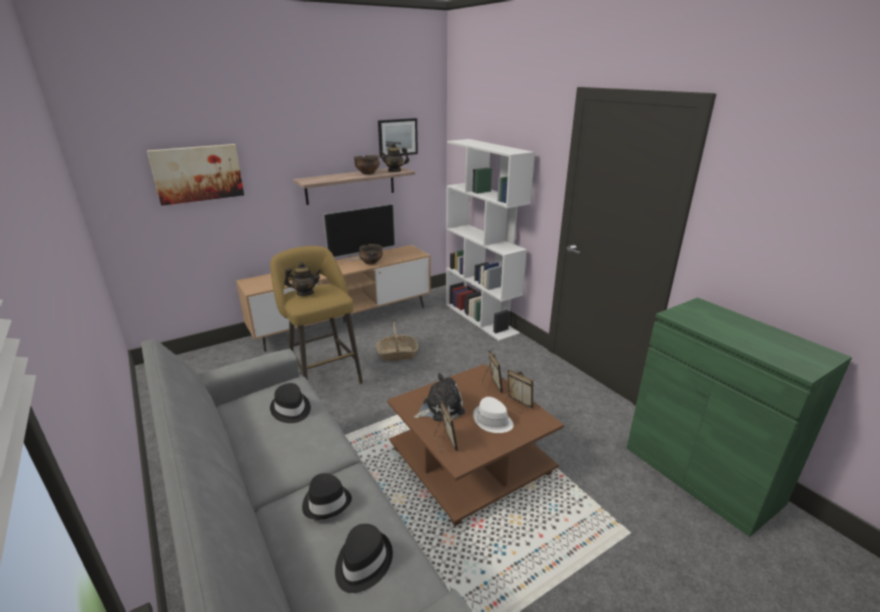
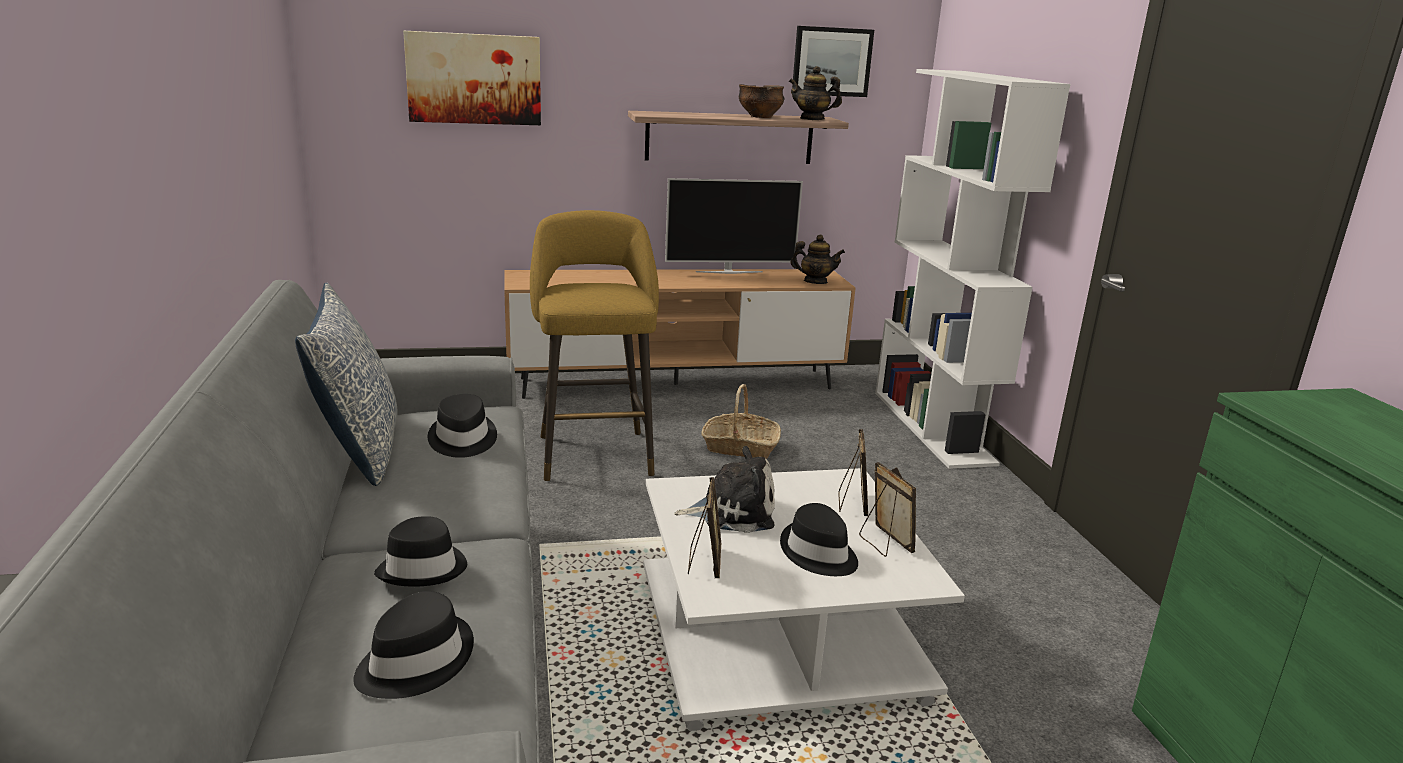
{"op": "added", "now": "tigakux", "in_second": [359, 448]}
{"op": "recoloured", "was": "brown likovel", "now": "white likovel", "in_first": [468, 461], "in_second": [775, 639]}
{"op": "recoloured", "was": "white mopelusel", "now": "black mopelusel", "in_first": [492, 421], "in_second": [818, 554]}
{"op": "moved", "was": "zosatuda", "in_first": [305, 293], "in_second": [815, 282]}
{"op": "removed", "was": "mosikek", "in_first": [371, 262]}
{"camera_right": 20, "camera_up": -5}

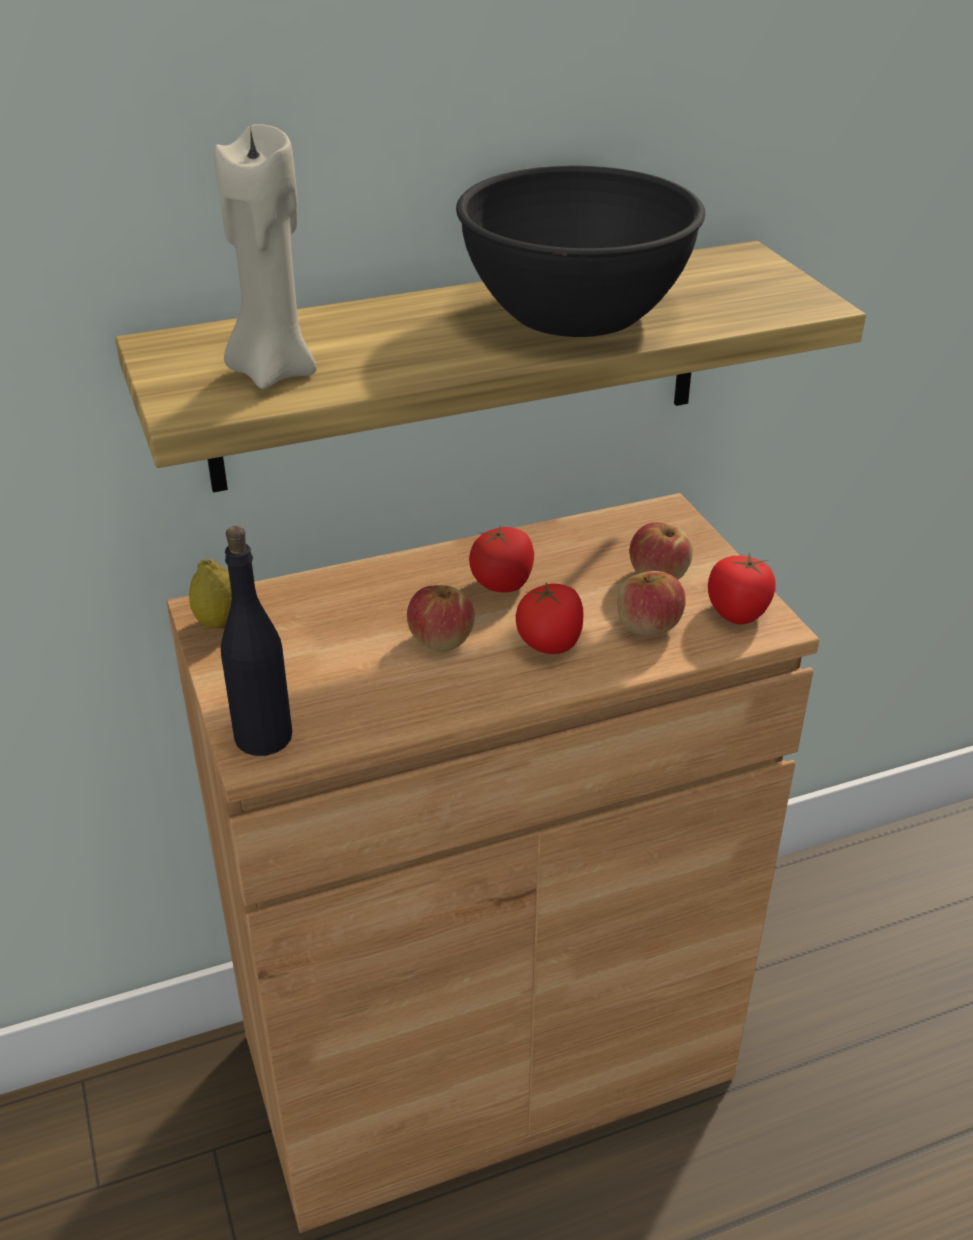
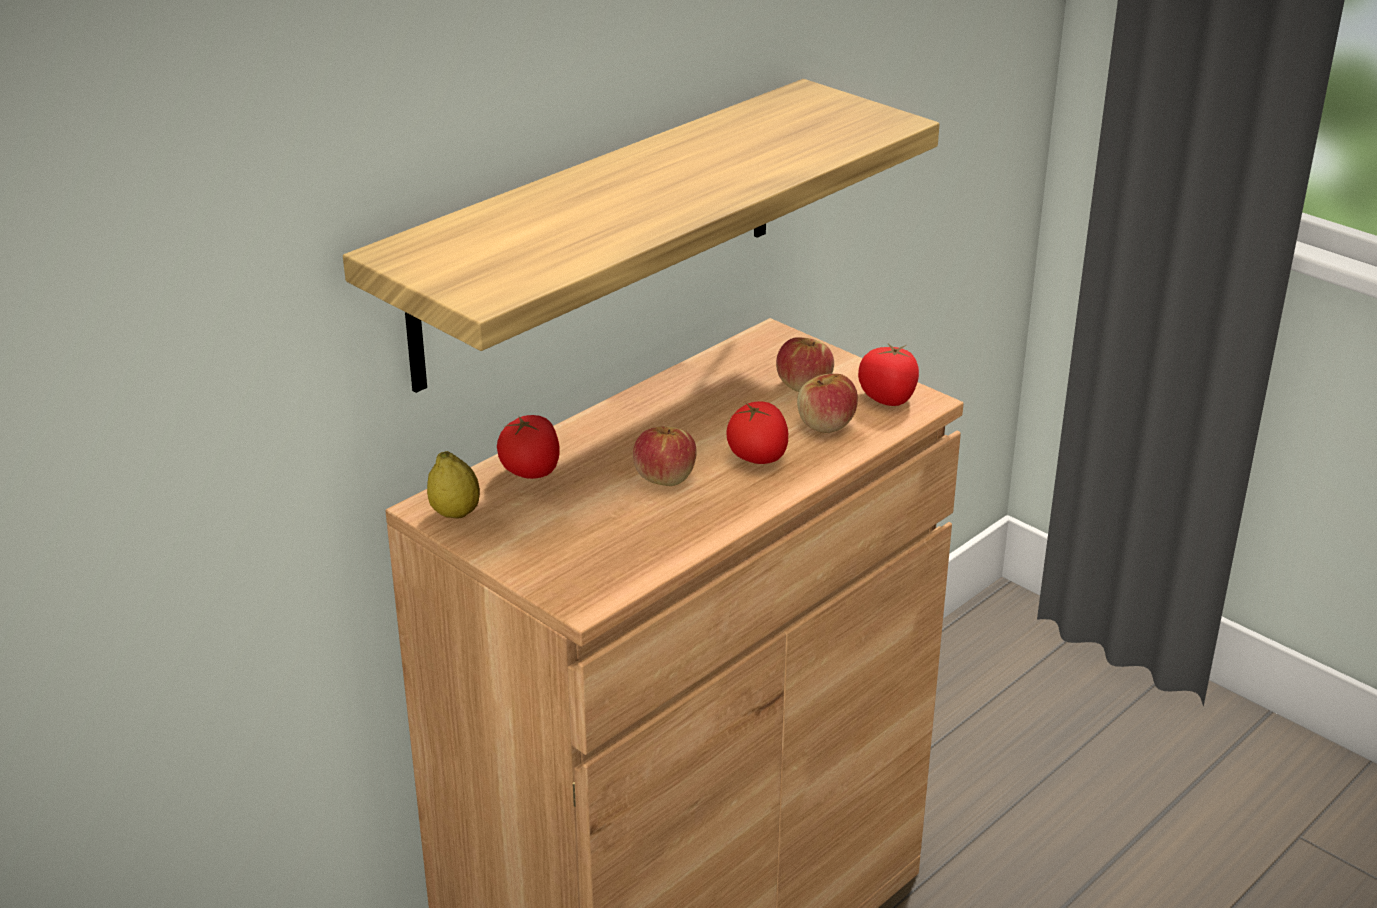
{"op": "moved", "was": "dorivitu", "in_first": [502, 583], "in_second": [531, 471]}
{"op": "removed", "was": "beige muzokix", "in_first": [273, 371]}
{"op": "removed", "was": "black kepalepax", "in_first": [263, 736]}
{"op": "removed", "was": "black mosikek", "in_first": [576, 311]}
{"camera_right": -25, "camera_up": -5}

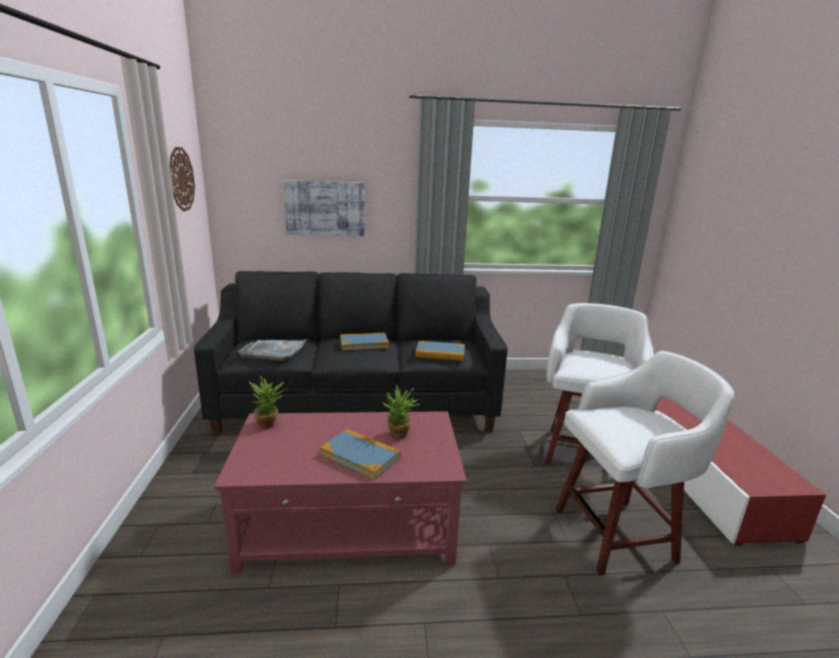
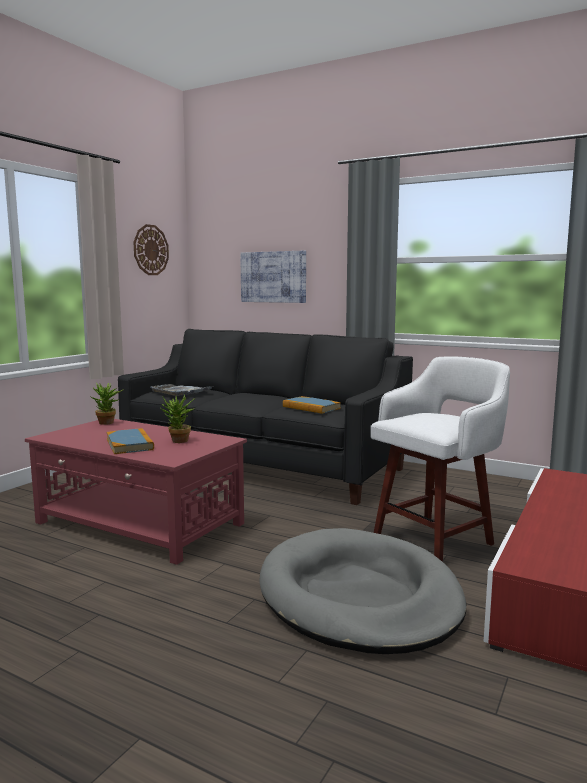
{"op": "replaced", "was": "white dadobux", "now": "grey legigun", "in_first": [617, 534], "in_second": [359, 596]}
{"op": "removed", "was": "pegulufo", "in_first": [364, 343]}
{"camera_right": 35, "camera_up": -10}

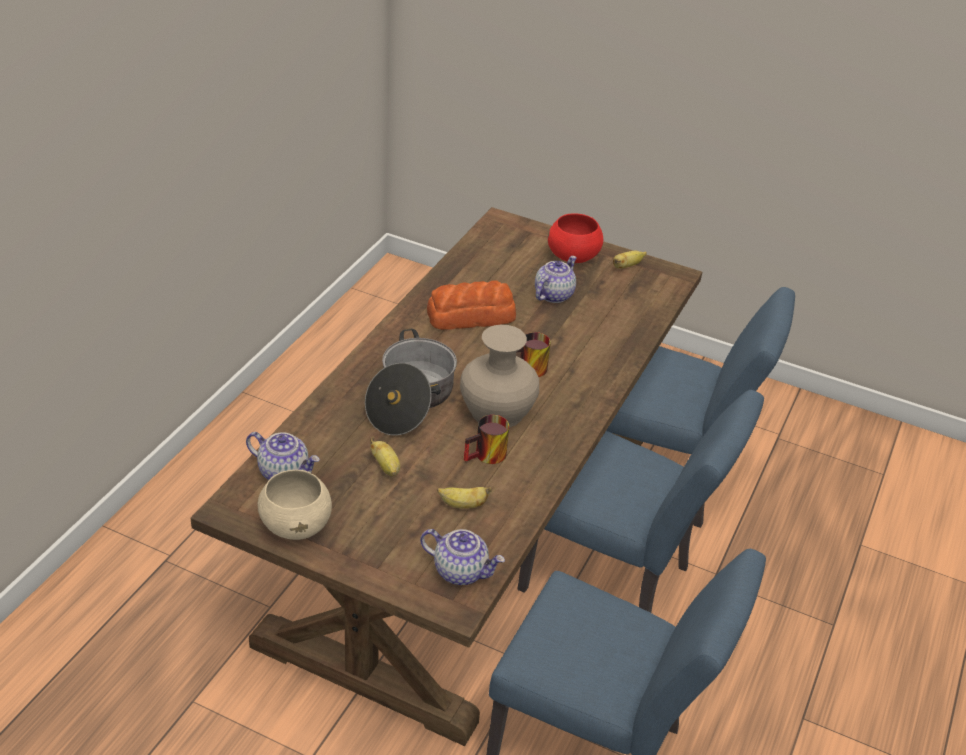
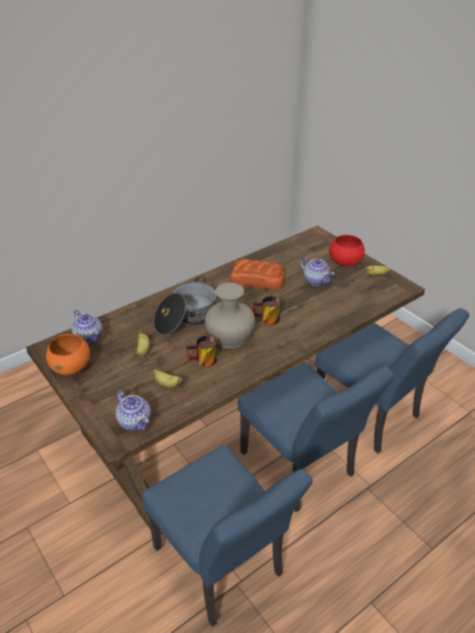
{"op": "recoloured", "was": "beige mosikek", "now": "orange mosikek", "in_first": [296, 525], "in_second": [71, 367]}
{"op": "turned", "was": "zosatuda", "in_first": [553, 294], "in_second": [316, 280], "clockwise": 75}
{"camera_right": 30, "camera_up": 0}

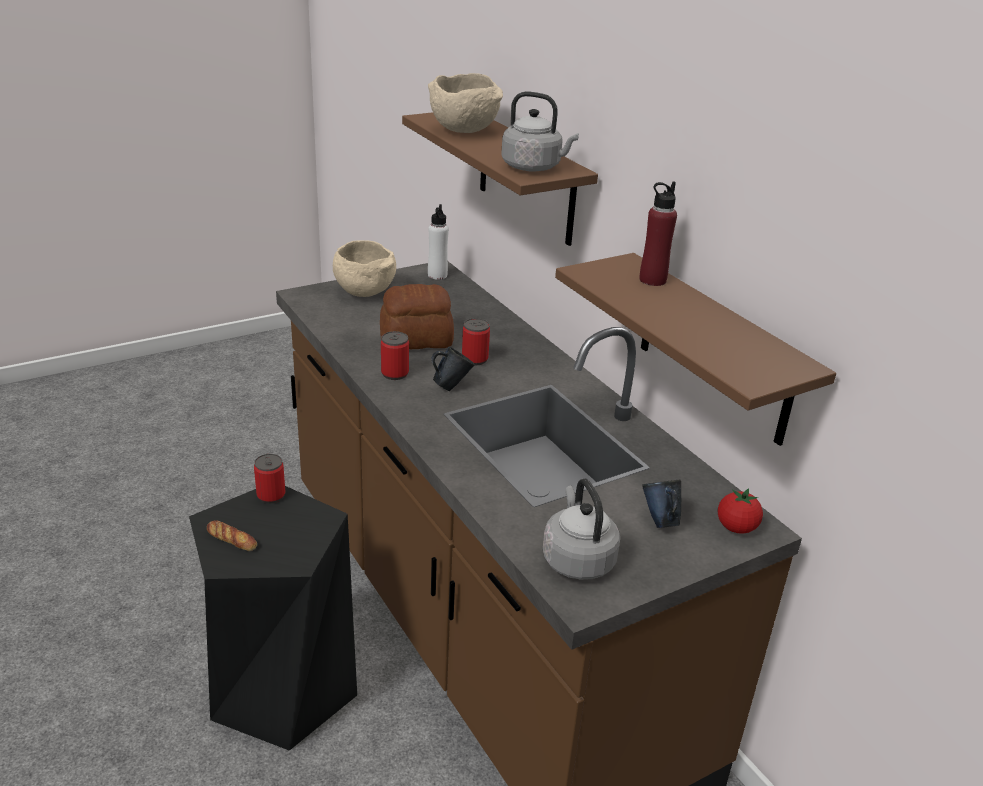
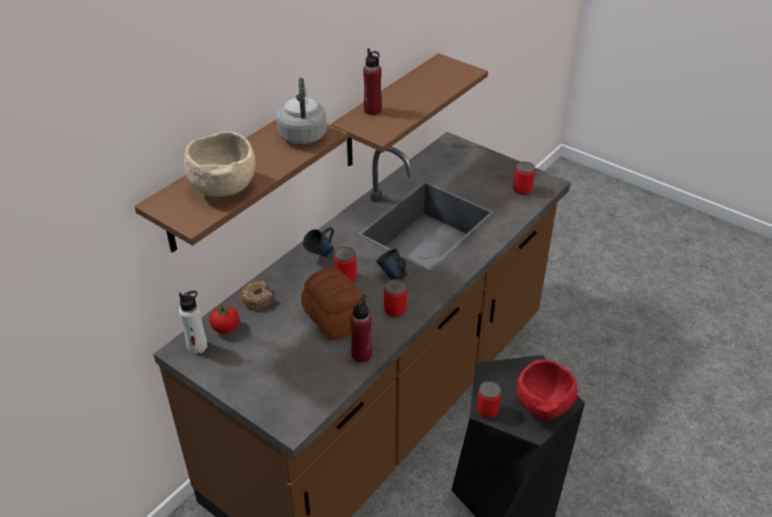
{"op": "moved", "was": "dorivitu", "in_first": [736, 528], "in_second": [225, 328]}
{"op": "added", "now": "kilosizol", "in_second": [257, 299]}
{"op": "moved", "was": "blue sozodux", "in_first": [660, 522], "in_second": [320, 256]}
{"op": "added", "now": "red kepalepax", "in_second": [361, 355]}
{"op": "replaced", "was": "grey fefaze", "now": "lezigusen", "in_first": [577, 559], "in_second": [522, 189]}
{"op": "replaced", "was": "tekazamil", "now": "red mosikek", "in_first": [232, 539], "in_second": [543, 408]}
{"op": "removed", "was": "beige mosikek", "in_first": [363, 292]}
{"camera_right": -110, "camera_up": 10}

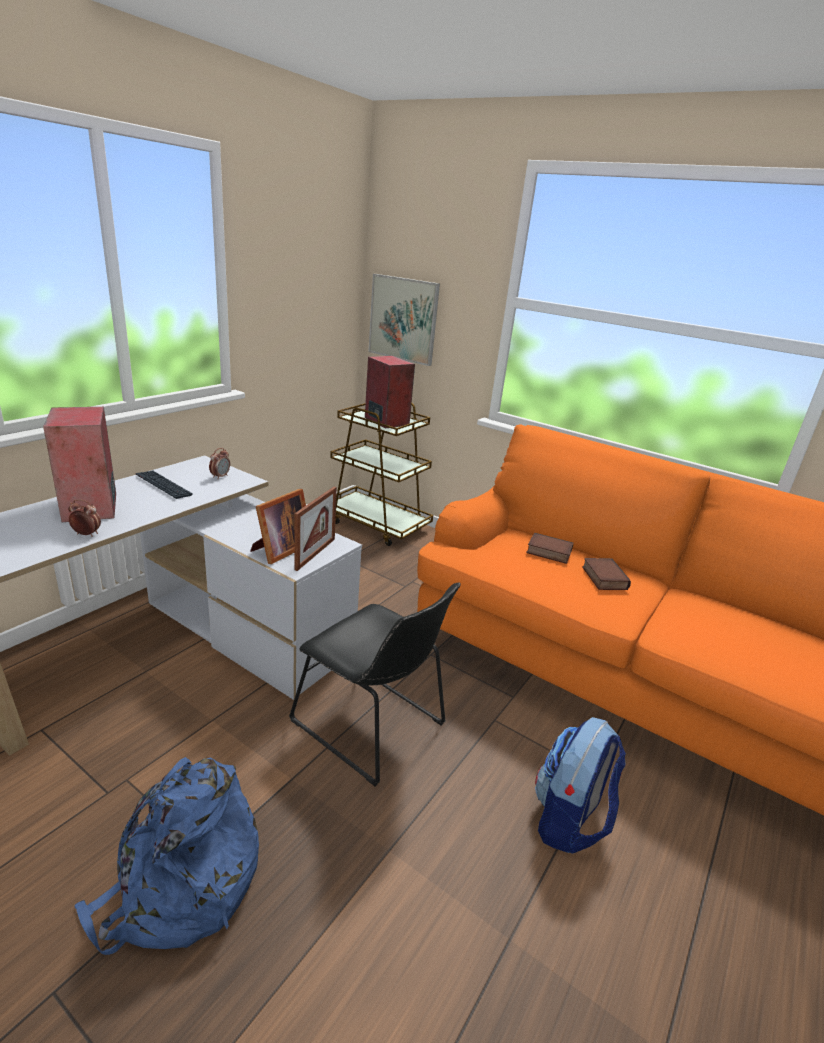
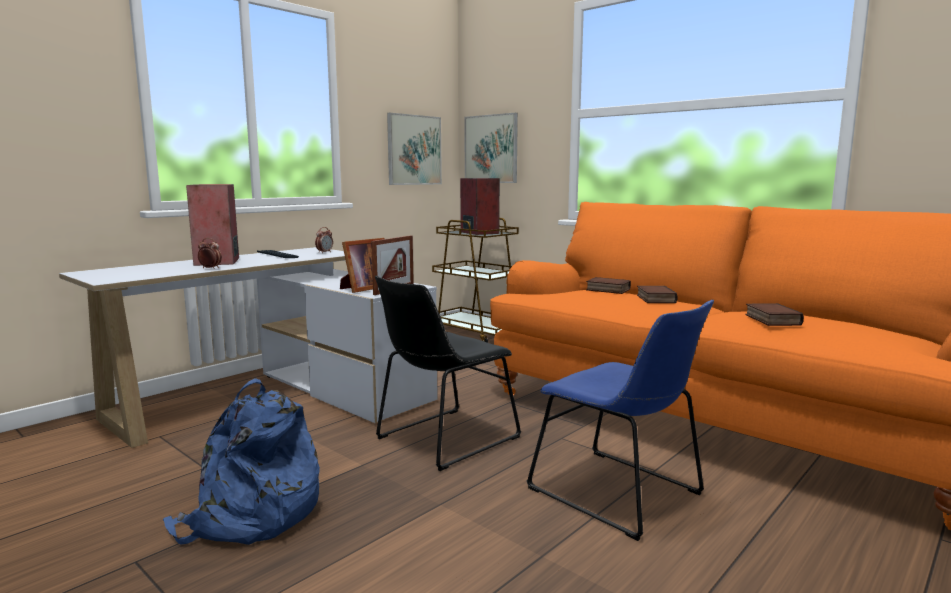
{"op": "turned", "was": "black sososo", "in_first": [372, 726], "in_second": [443, 439], "clockwise": 90}
{"op": "added", "now": "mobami", "in_second": [414, 150]}
{"op": "replaced", "was": "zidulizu", "now": "blue sososo", "in_first": [569, 820], "in_second": [620, 494]}
{"op": "added", "now": "pegulufo", "in_second": [770, 319]}
{"camera_right": 10, "camera_up": -15}

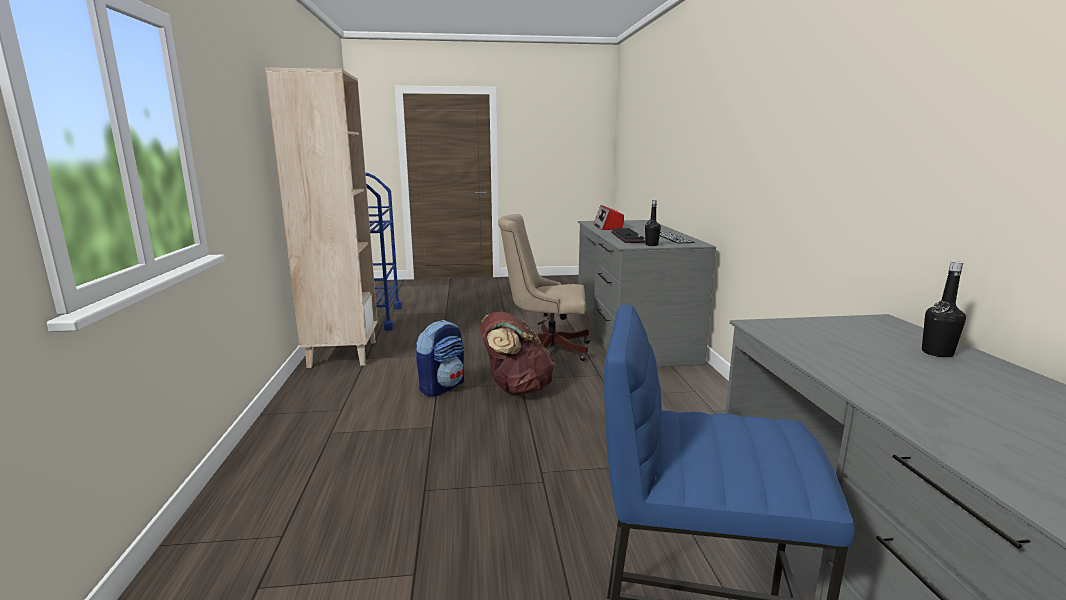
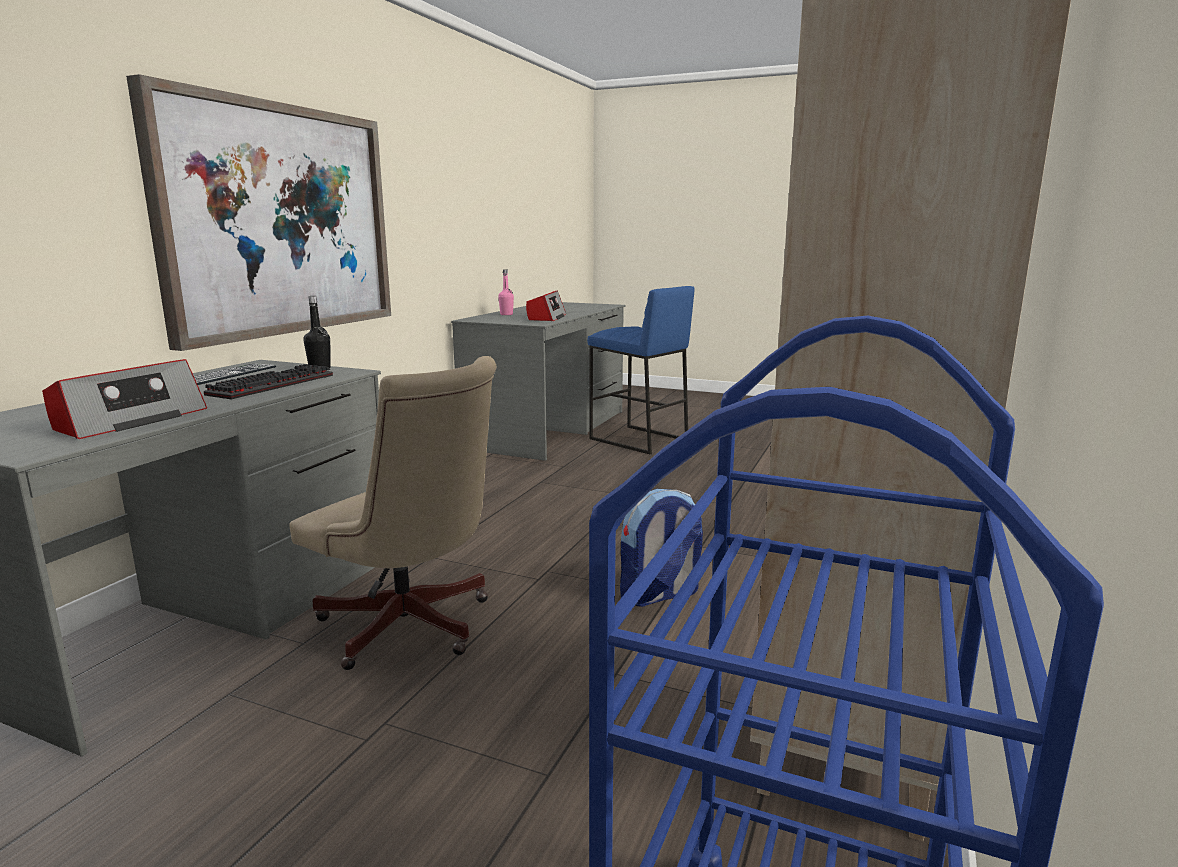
{"op": "added", "now": "mobami", "in_second": [281, 221]}
{"op": "recoloured", "was": "black kepalepax", "now": "pink kepalepax", "in_first": [937, 353], "in_second": [506, 314]}
{"op": "added", "now": "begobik", "in_second": [546, 317]}
{"op": "removed", "was": "brown zidulizu", "in_first": [516, 388]}
{"camera_right": -150, "camera_up": 0}

